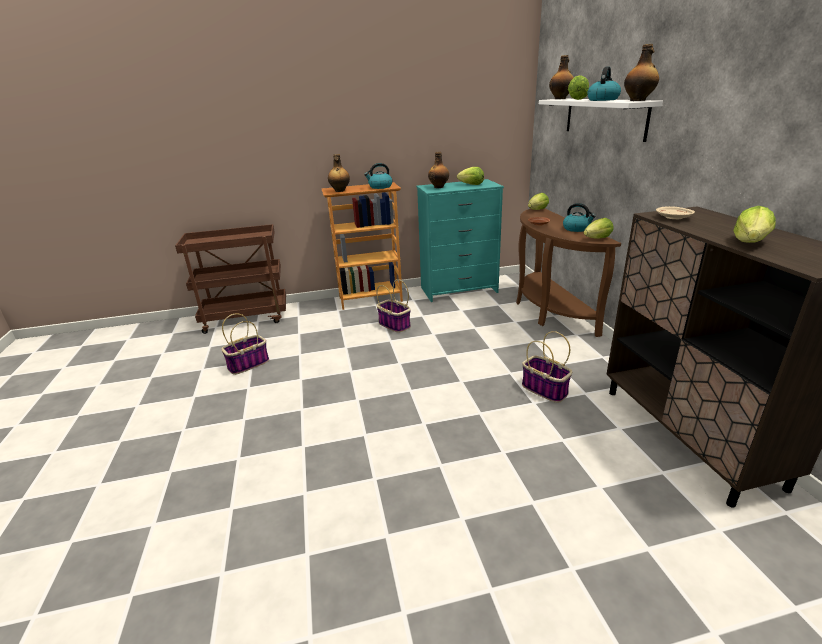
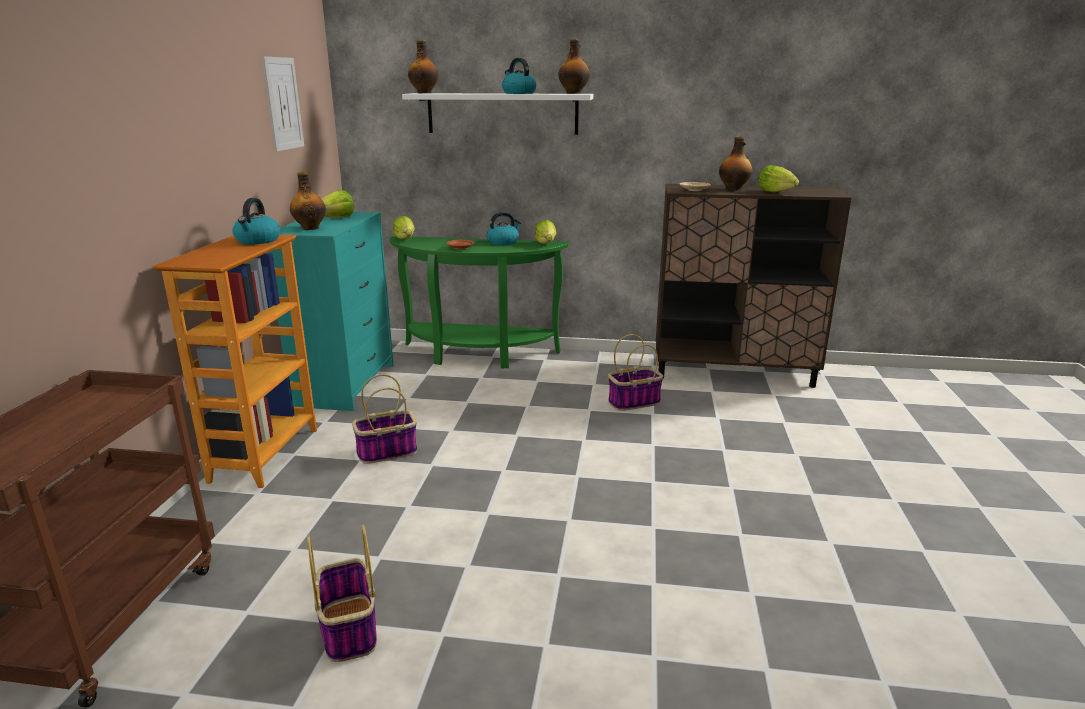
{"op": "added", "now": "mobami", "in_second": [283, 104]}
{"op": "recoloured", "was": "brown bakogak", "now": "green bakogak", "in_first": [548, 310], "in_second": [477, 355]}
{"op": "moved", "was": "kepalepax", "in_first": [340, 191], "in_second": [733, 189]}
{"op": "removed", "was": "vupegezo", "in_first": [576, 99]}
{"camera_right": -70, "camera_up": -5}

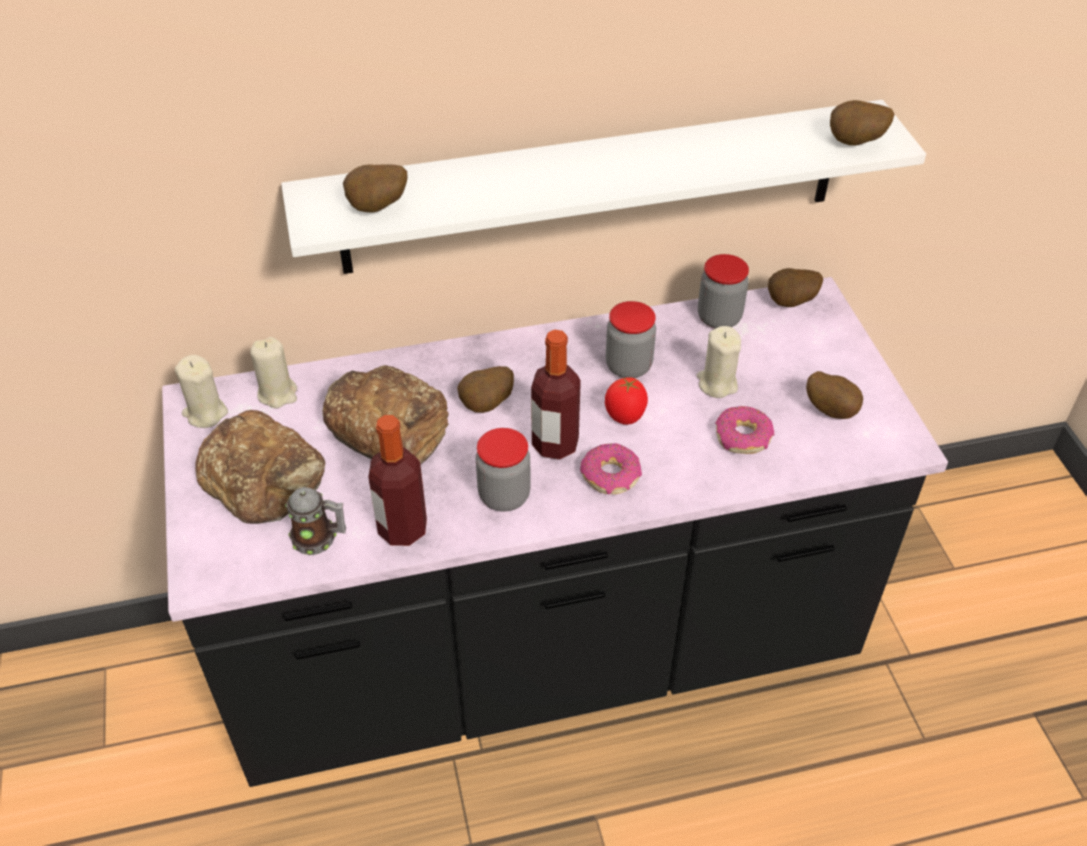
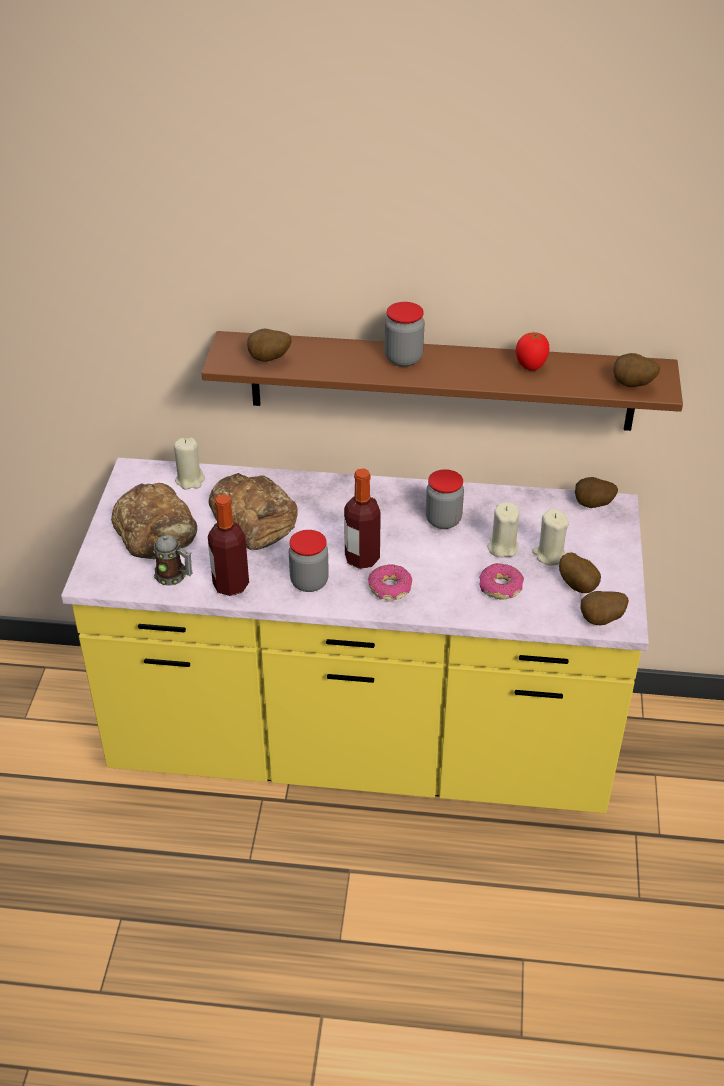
{"op": "recoloured", "was": "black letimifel", "now": "yellow letimifel", "in_first": [543, 653], "in_second": [362, 747]}
{"op": "recoloured", "was": "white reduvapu", "now": "brown reduvapu", "in_first": [592, 188], "in_second": [441, 381]}
{"op": "moved", "was": "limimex", "in_first": [719, 318], "in_second": [403, 358]}
{"op": "moved", "was": "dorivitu", "in_first": [625, 418], "in_second": [531, 367]}
{"op": "moved", "was": "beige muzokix", "in_first": [205, 413], "in_second": [549, 555]}
{"op": "moved", "was": "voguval", "in_first": [487, 405], "in_second": [601, 621]}
{"camera_right": 20, "camera_up": -5}

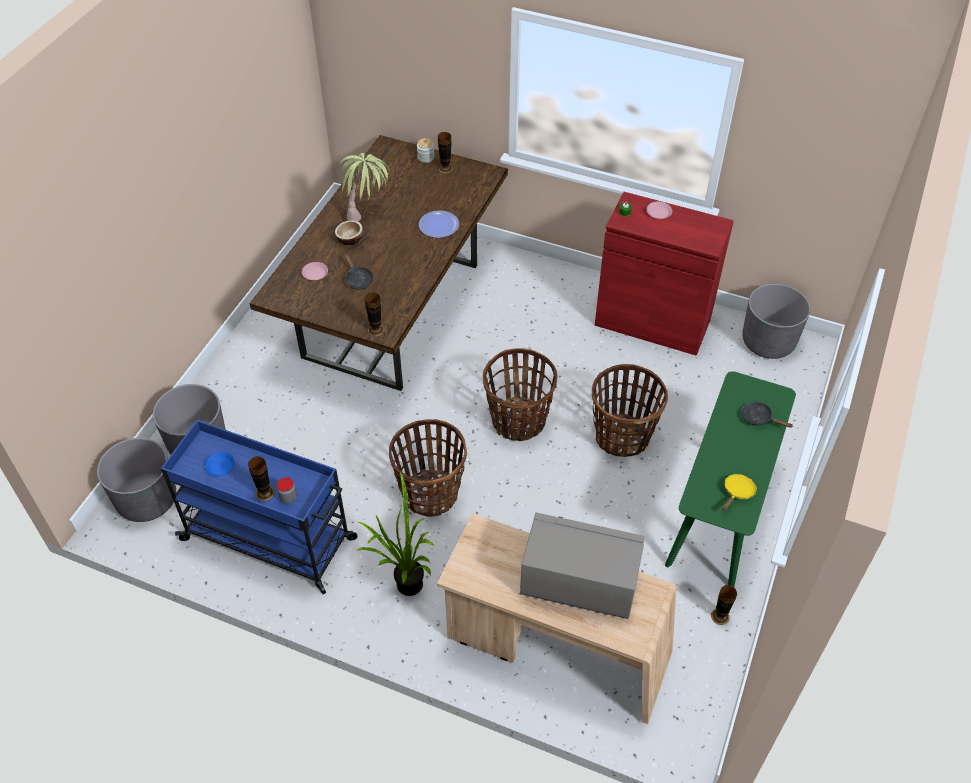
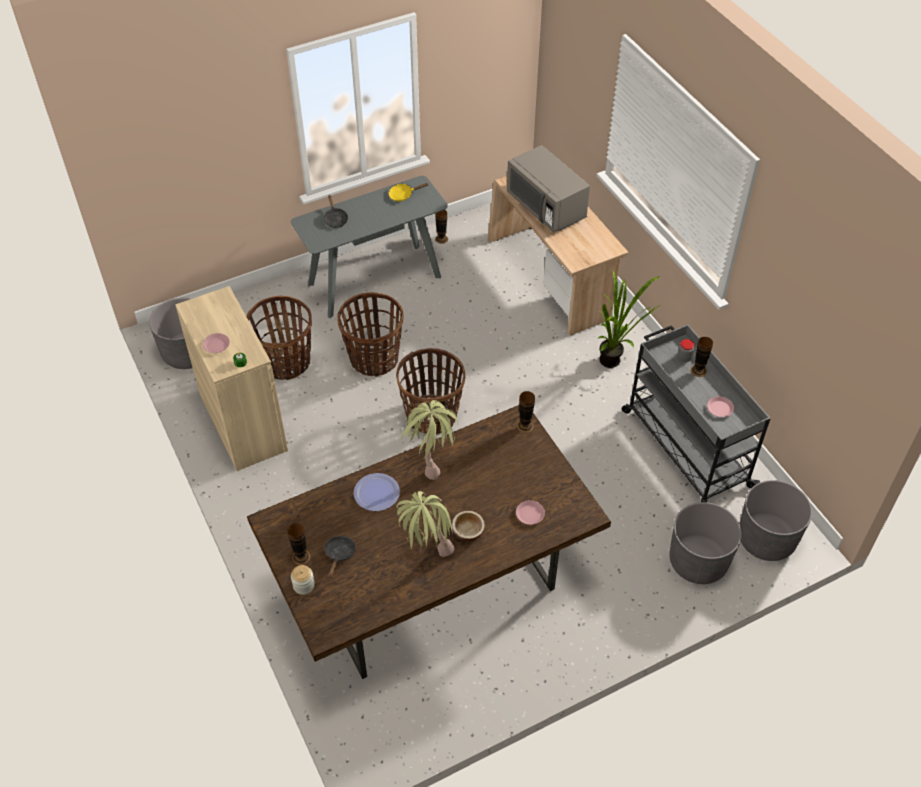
{"op": "recoloured", "was": "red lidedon", "now": "beige lidedon", "in_first": [652, 322], "in_second": [243, 422]}
{"op": "moved", "was": "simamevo", "in_first": [430, 493], "in_second": [286, 363]}
{"op": "recoloured", "was": "green bakogak", "now": "grey bakogak", "in_first": [719, 515], "in_second": [374, 280]}
{"op": "moved", "was": "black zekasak", "in_first": [358, 279], "in_second": [339, 554]}
{"op": "added", "now": "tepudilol", "in_second": [431, 460]}
{"op": "recoloured", "was": "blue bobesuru", "now": "grey bobesuru", "in_first": [271, 540], "in_second": [685, 447]}
{"op": "recoloured", "was": "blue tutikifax", "now": "pink tutikifax", "in_first": [220, 466], "in_second": [720, 408]}
{"camera_right": -140, "camera_up": 0}

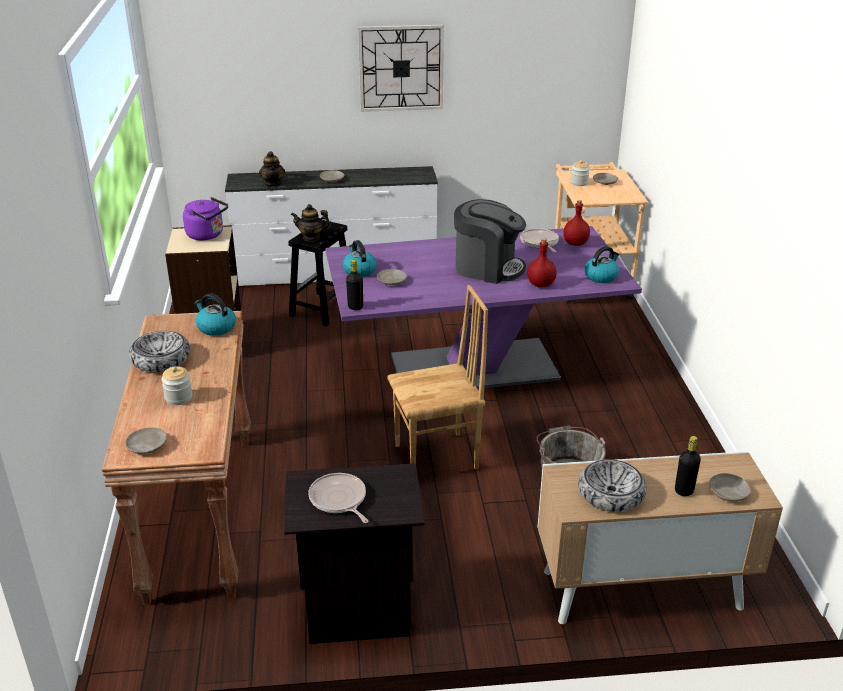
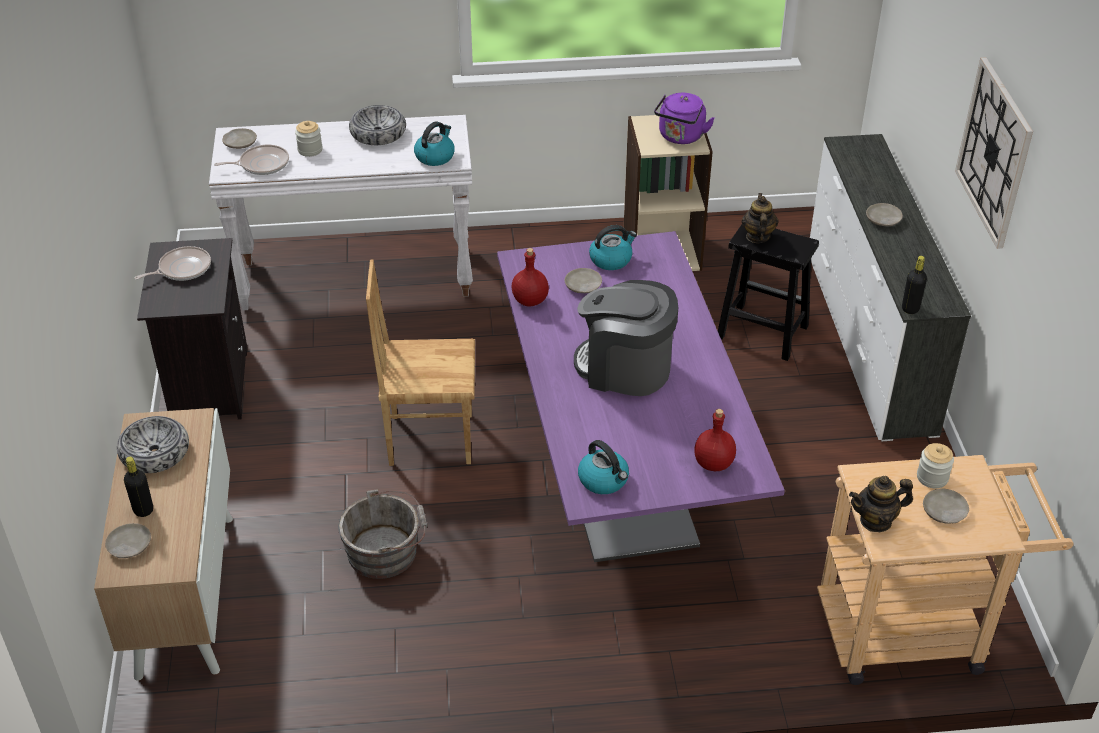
{"op": "recoloured", "was": "brown bakogak", "now": "white bakogak", "in_first": [199, 514], "in_second": [357, 278]}
{"op": "moved", "was": "zekasak", "in_first": [539, 243], "in_second": [261, 164]}
{"op": "turned", "was": "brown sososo", "in_first": [437, 457], "in_second": [430, 438], "clockwise": 105}
{"op": "moved", "was": "red kepalepax", "in_first": [540, 284], "in_second": [531, 300]}
{"op": "turned", "was": "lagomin", "in_first": [487, 268], "in_second": [625, 368], "clockwise": 90}
{"op": "moved", "was": "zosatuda", "in_first": [273, 183], "in_second": [876, 520]}
{"op": "moved", "was": "black kepalepax", "in_first": [355, 307], "in_second": [910, 308]}
{"camera_right": 90, "camera_up": 10}

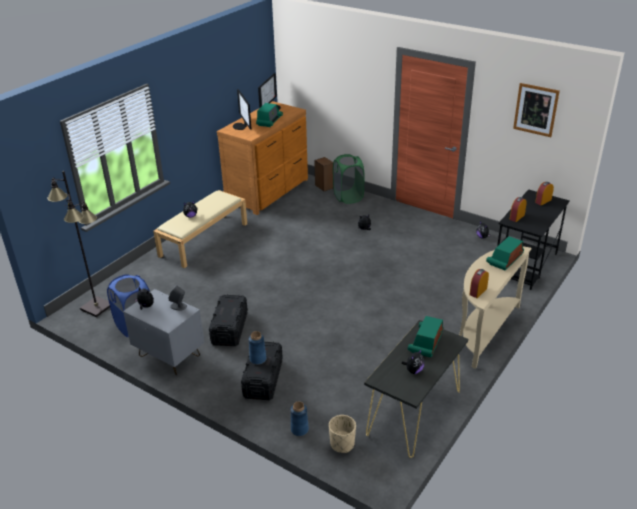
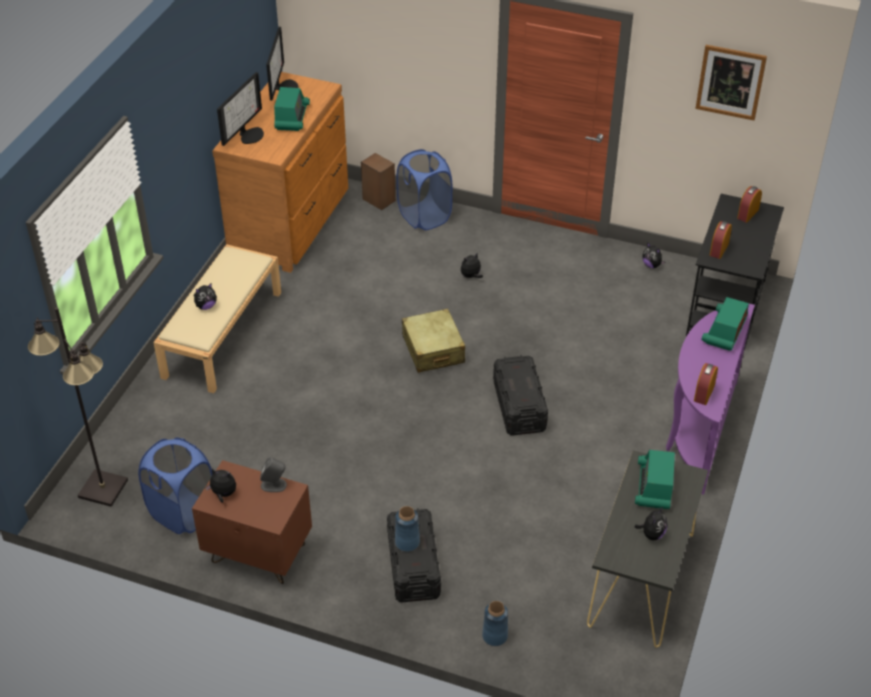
{"op": "recoloured", "was": "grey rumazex", "now": "brown rumazex", "in_first": [169, 356], "in_second": [258, 554]}
{"op": "turned", "was": "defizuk", "in_first": [241, 126], "in_second": [249, 134], "clockwise": -120}
{"op": "recoloured", "was": "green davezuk", "now": "blue davezuk", "in_first": [348, 197], "in_second": [424, 216]}
{"op": "added", "now": "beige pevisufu", "in_second": [433, 349]}
{"op": "moved", "was": "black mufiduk", "in_first": [230, 328], "in_second": [519, 406]}
{"op": "recoloured", "was": "beige bakogak", "now": "purple bakogak", "in_first": [484, 331], "in_second": [698, 431]}
{"op": "removed", "was": "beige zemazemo", "in_first": [342, 444]}
{"camera_right": -15, "camera_up": 10}

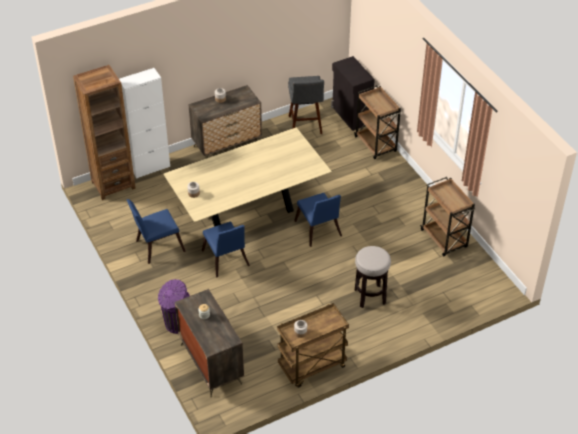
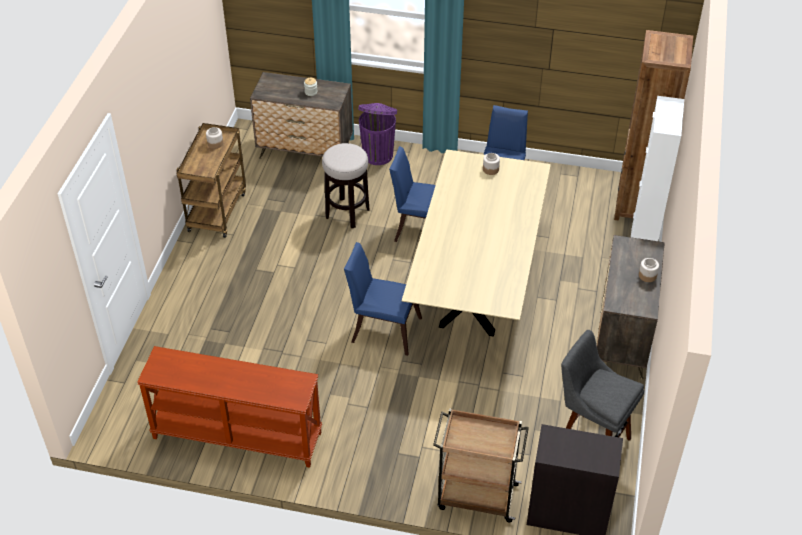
{"op": "replaced", "was": "brown bobesuru", "now": "brown bakogak", "in_first": [444, 239], "in_second": [236, 436]}
{"op": "moved", "was": "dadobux", "in_first": [370, 296], "in_second": [347, 213]}
{"camera_right": 130, "camera_up": 0}

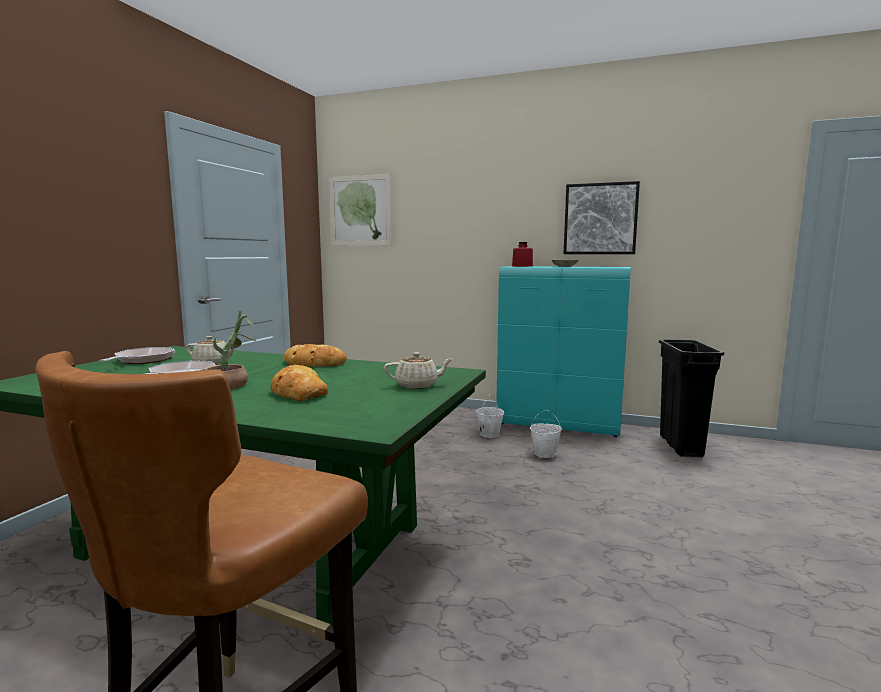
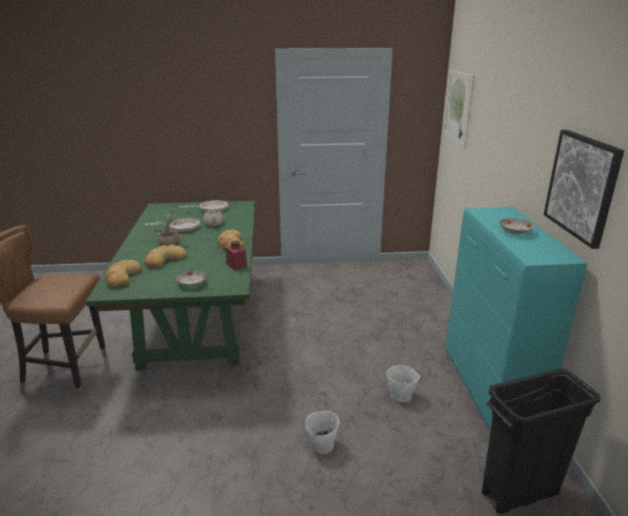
{"op": "added", "now": "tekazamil", "in_second": [122, 277]}
{"op": "replaced", "was": "beige zosatuda", "now": "tutikifax", "in_first": [418, 385], "in_second": [191, 283]}
{"op": "moved", "was": "red limimex", "in_first": [522, 266], "in_second": [236, 265]}
{"op": "moved", "was": "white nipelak", "in_first": [489, 434], "in_second": [322, 444]}
{"camera_right": 65, "camera_up": 15}

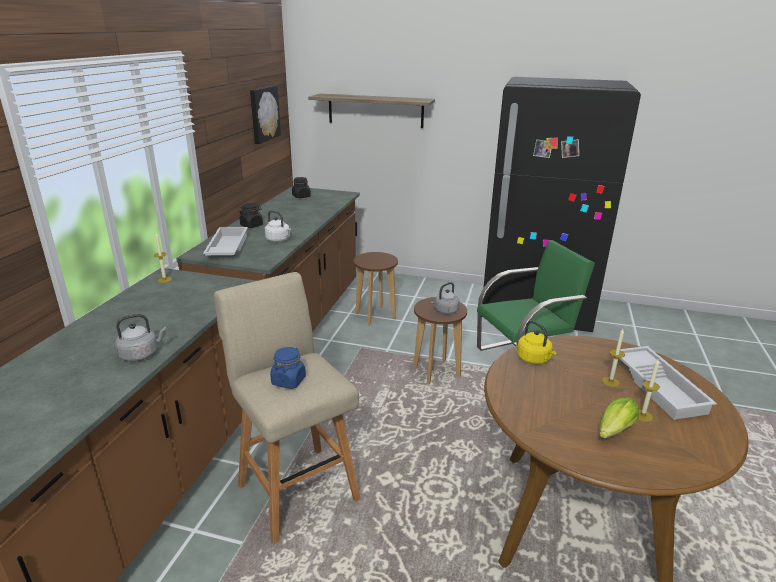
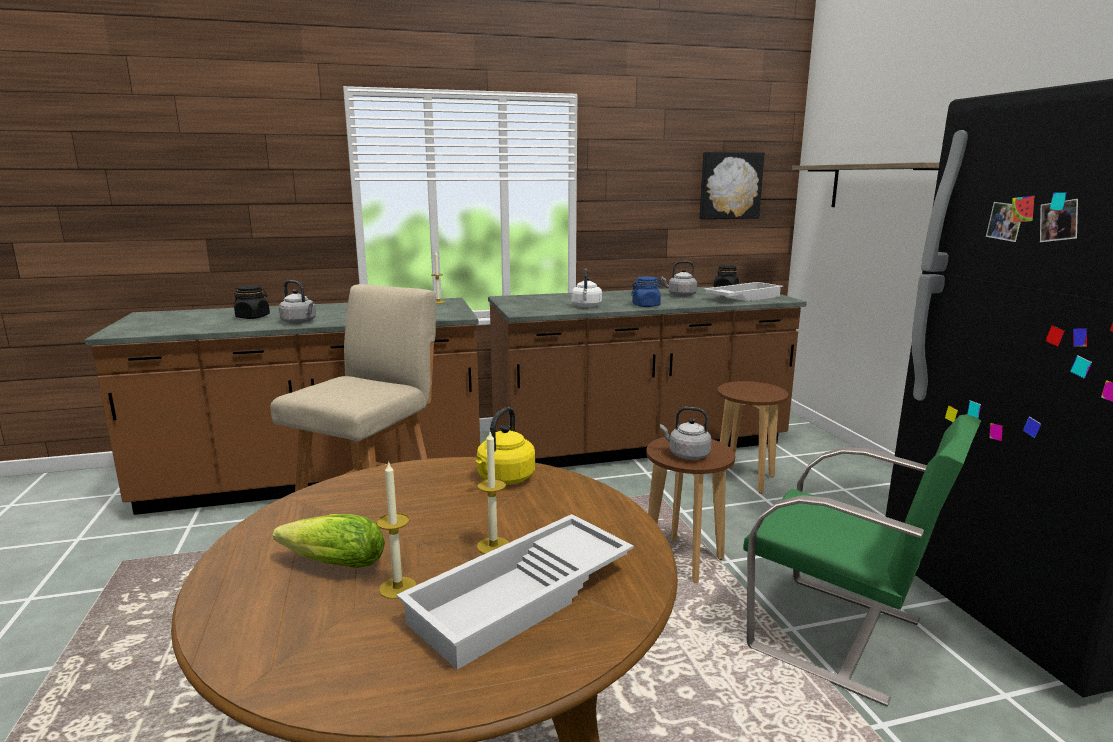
{"op": "moved", "was": "black limimex", "in_first": [251, 225], "in_second": [253, 317]}
{"op": "moved", "was": "blue limimex", "in_first": [288, 381], "in_second": [646, 305]}
{"op": "added", "now": "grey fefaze", "in_second": [680, 295]}
{"op": "moved", "was": "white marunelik", "in_first": [226, 248], "in_second": [742, 297]}
{"camera_right": 60, "camera_up": -10}

